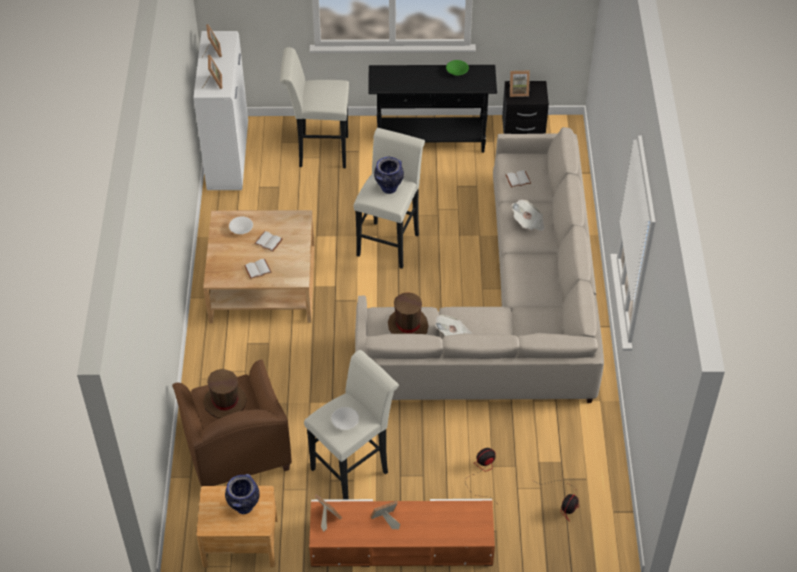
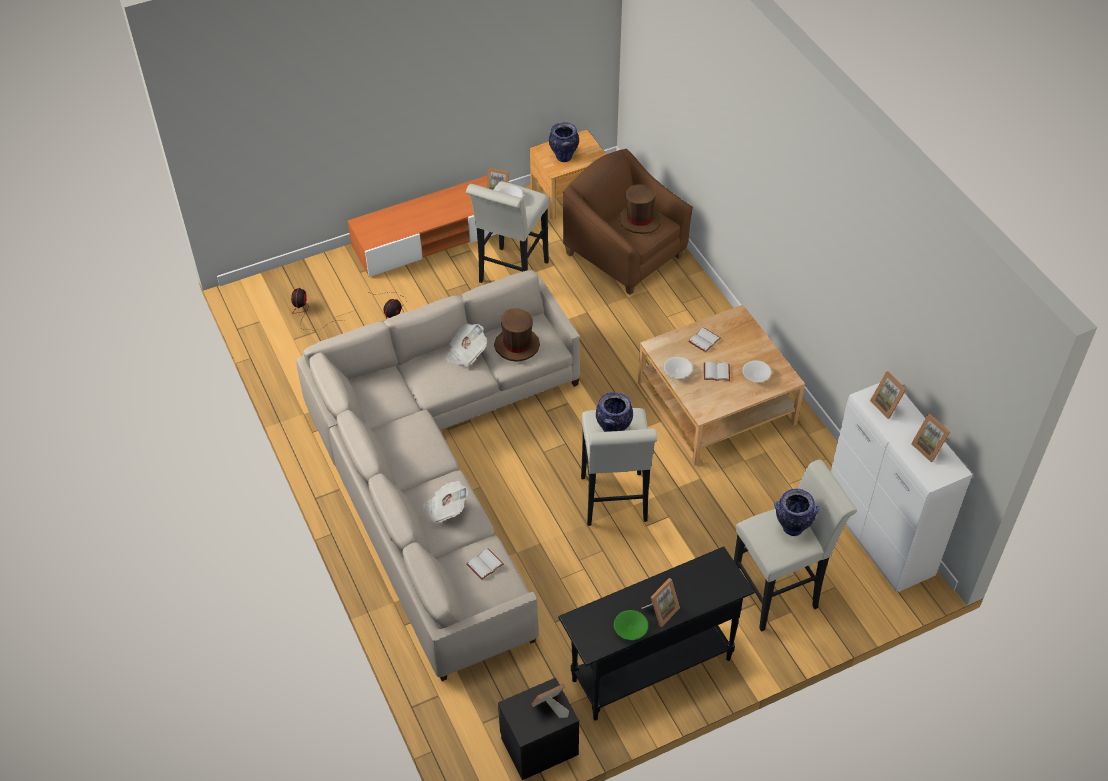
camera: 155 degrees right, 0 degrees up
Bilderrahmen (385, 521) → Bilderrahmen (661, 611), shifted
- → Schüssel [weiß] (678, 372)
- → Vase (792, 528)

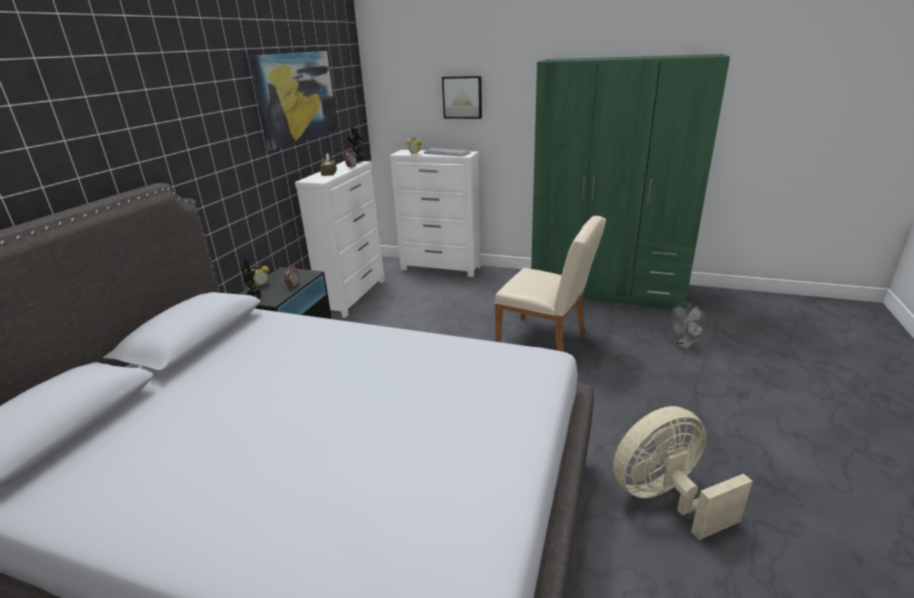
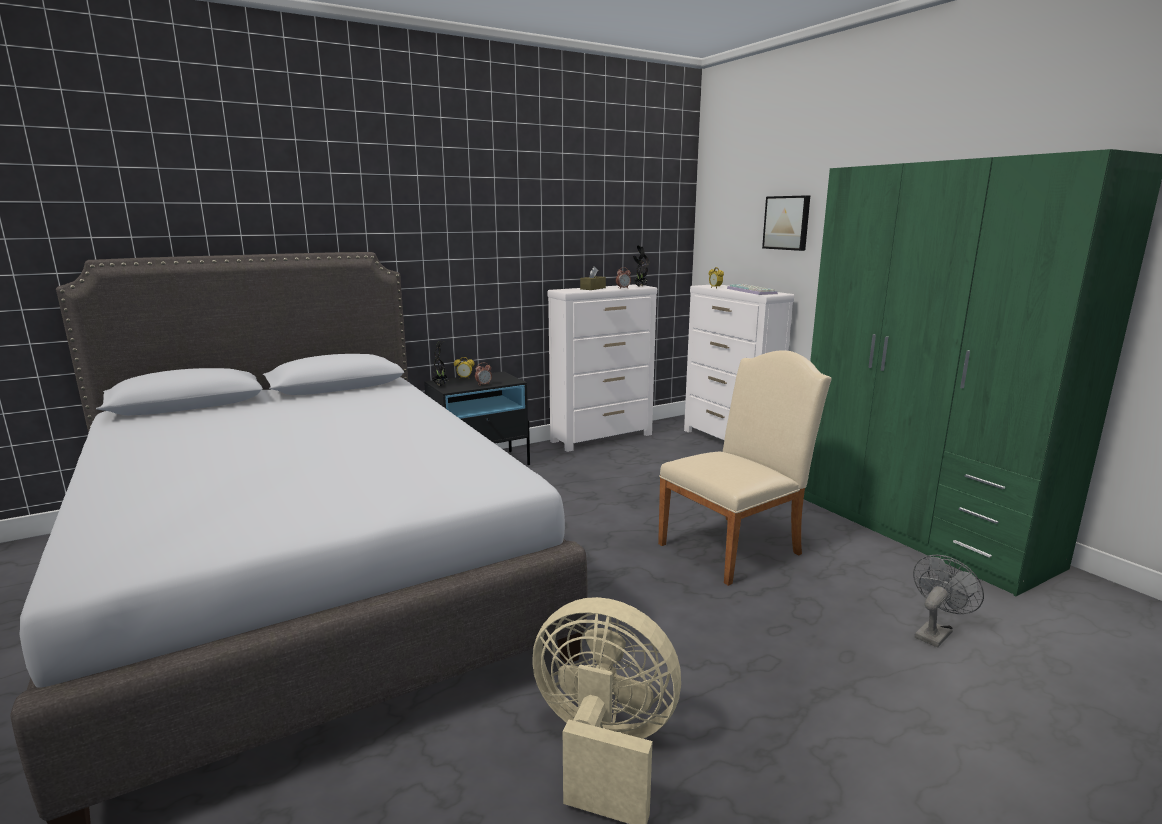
camera: 40 degrees right, 10 degrees down
Stuhl [beige] (547, 340) → Stuhl [beige] (736, 546), 105 degrees counterclockwise
Ventilator [grau] (685, 345) → Ventilator [grau] (935, 632), 135 degrees clockwise
Bild (296, 97) → -

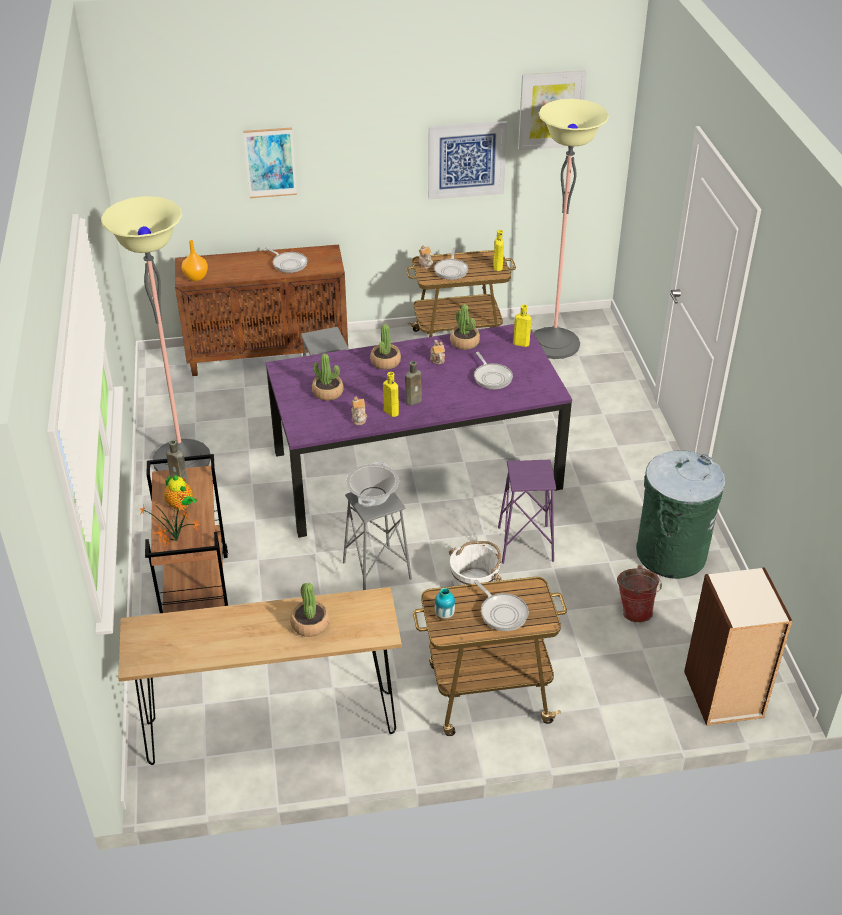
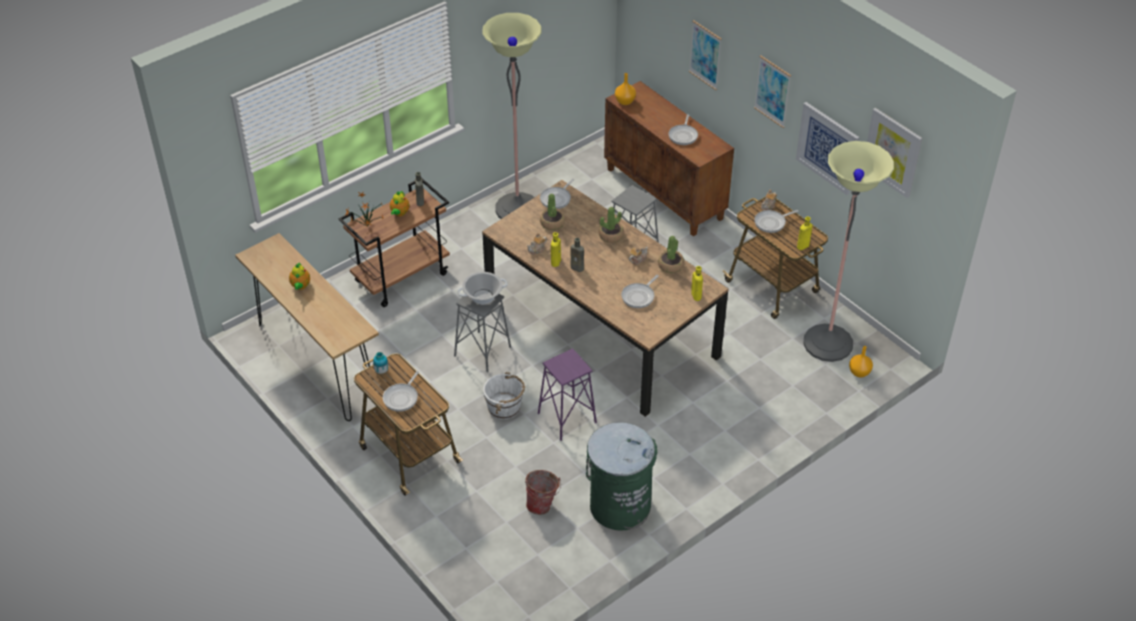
camera: 60 degrees right, 5 degrees up
- → Teekanne (300, 286)
Esstisch [lila] (417, 469) → Esstisch [braun] (602, 328)
- → Pfanne (556, 199)
- → Bild (772, 91)
- → Vase [orange] (859, 373)
Topfpflanze (310, 624) → -
Bücherregal (723, 695) → -

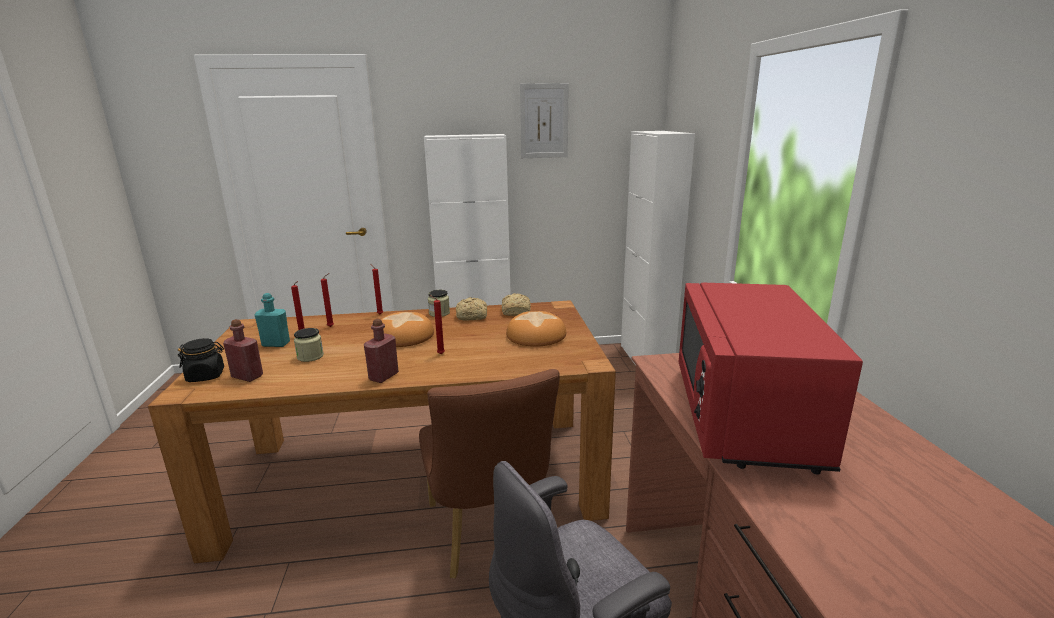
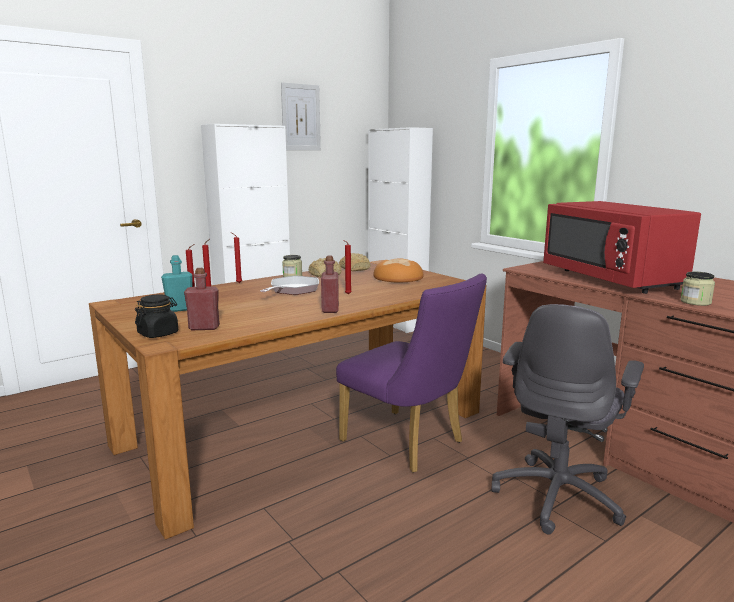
camera: 30 degrees left, 5 degrees down
Brot (403, 336) → Pfanne (292, 290)
Stuhl [braun] (488, 535) → Stuhl [lila] (409, 444)
Vorratsglas (310, 356) → Vorratsglas (695, 302), shifted

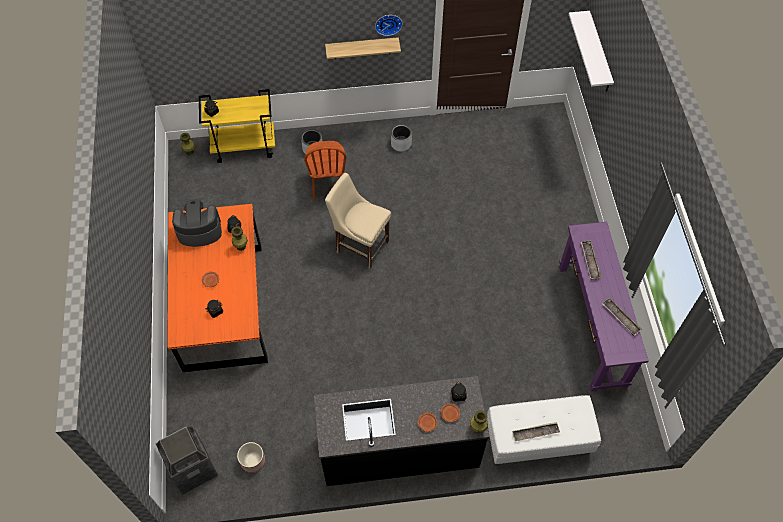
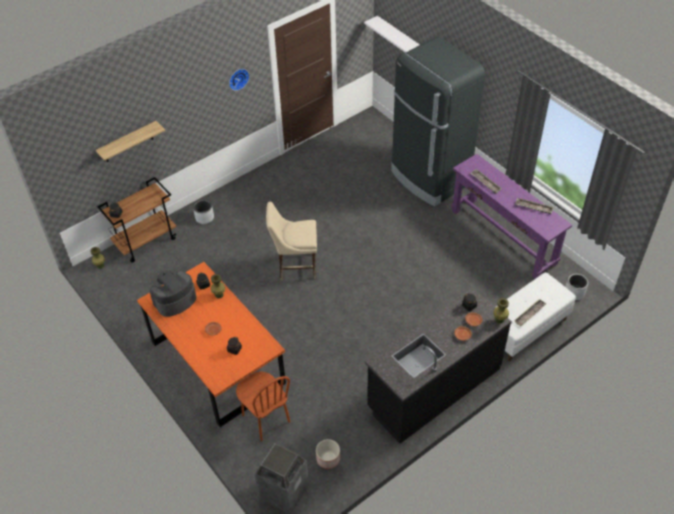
camera: 30 degrees left, 10 degrees down
Wandregal (362, 48) → Wandregal (128, 142), shifted
Rollwagen [gelb] (244, 147) → Rollwagen [braun] (146, 241)
Stuhl [braun] (328, 186) → Stuhl [braun] (265, 419), shifted
- → Kühlschrank [schwarz] (429, 179)
Pflanzkübel [grau] (401, 143) → Pflanzkübel [grau] (574, 292), shifted

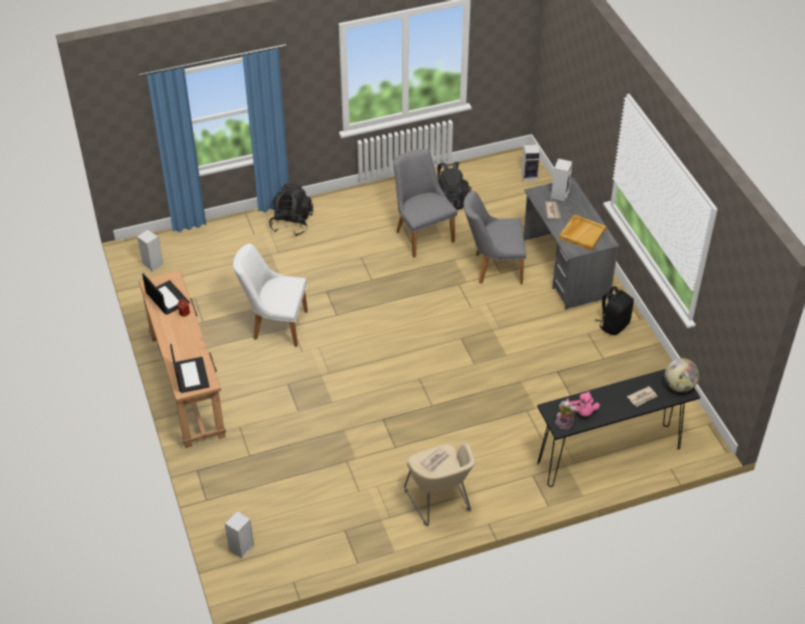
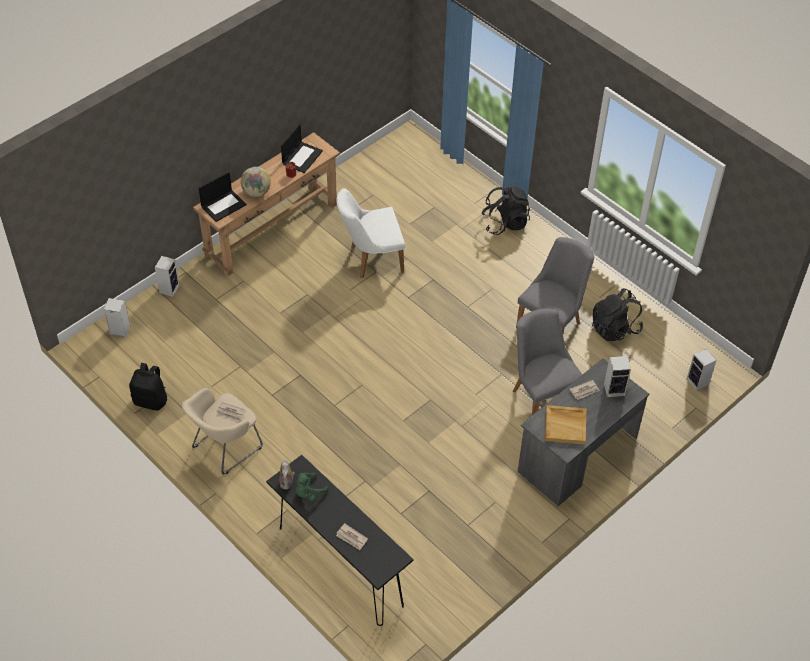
camera: 65 degrees right, 5 degrees up
Rucksack [schwarz] (613, 325) → Rucksack [schwarz] (151, 400), shifted
Lautsprecher (151, 264) → Lautsprecher (169, 288), shifted
Globus (679, 386) → Globus (256, 192), shifted
Plüschtier [rosa] (582, 411) → Plüschtier [grün] (309, 492)
Stuhl [weiß] (274, 325) → Stuhl [weiß] (371, 259), 90 degrees counterclockwise

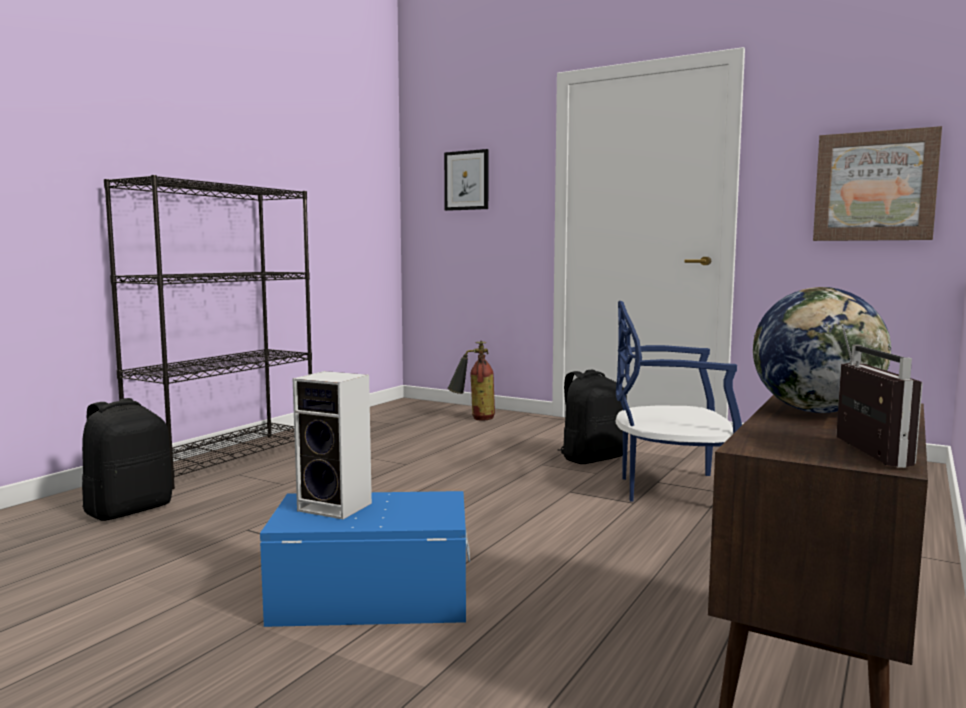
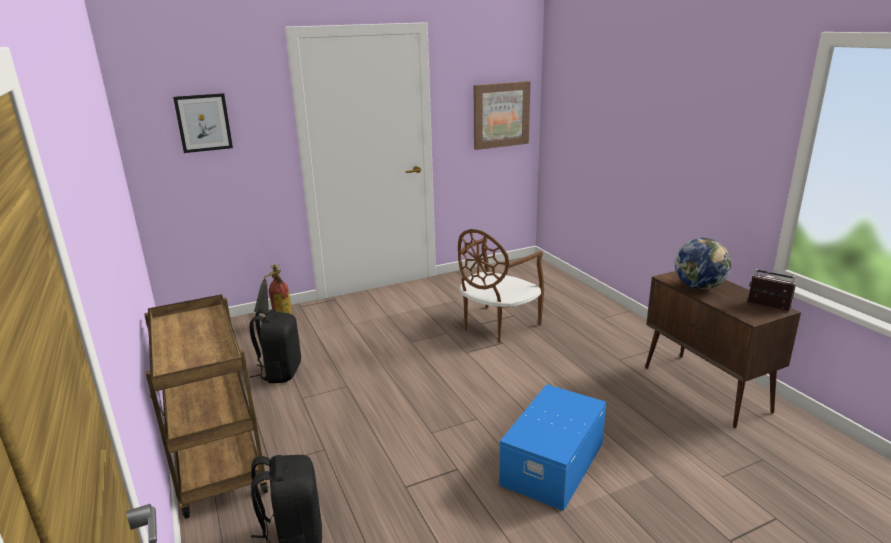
camera: 55 degrees left, 15 degrees up
Bücherregal [schwarz] (227, 459) → Rollwagen [braun] (216, 463)
Rucksack [schwarz] (592, 458) → Rucksack [schwarz] (280, 372), shifted
Stuhl [blau] (671, 490) → Stuhl [braun] (497, 326)
Lautsprecher (338, 507) → -

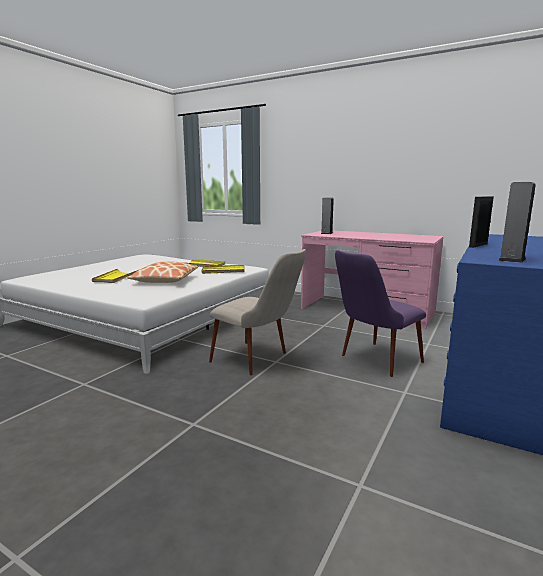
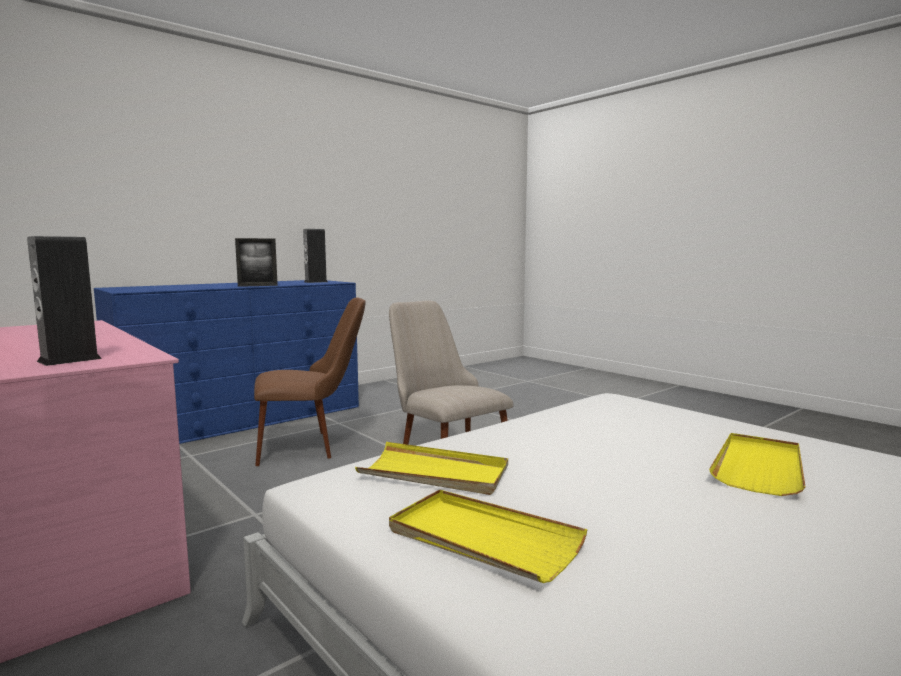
camera: 160 degrees left, 5 degrees down
Stuhl [lila] (373, 362) → Stuhl [braun] (310, 446)
Kissen (165, 280) → -

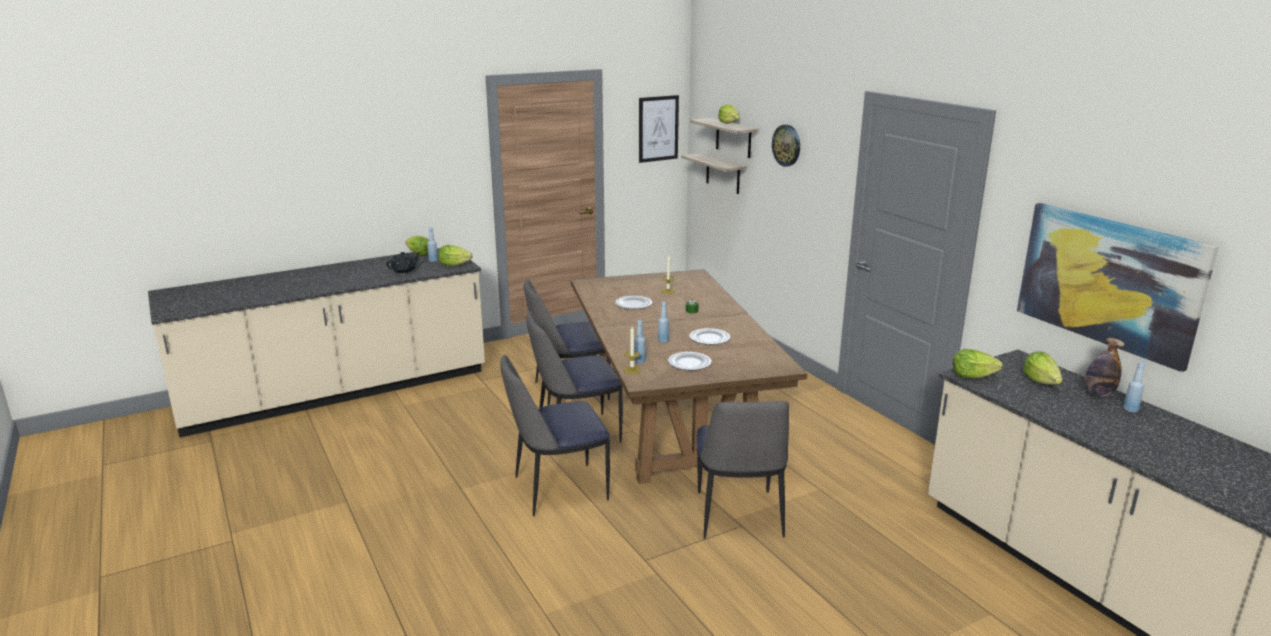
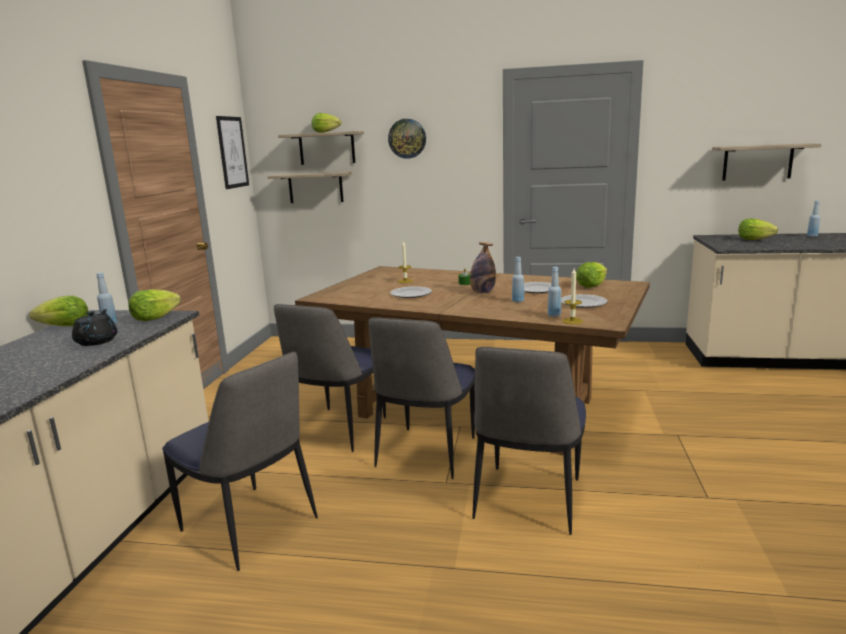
camera: 50 degrees left, 5 degrees down
Stuhl (738, 516) → Stuhl (251, 527), shifted
Flasche (1098, 394) → Flasche (482, 292), shifted
Salatkopf (972, 376) → Salatkopf (591, 286), shifted
Bild (1109, 281) → Wandregal (757, 162)

